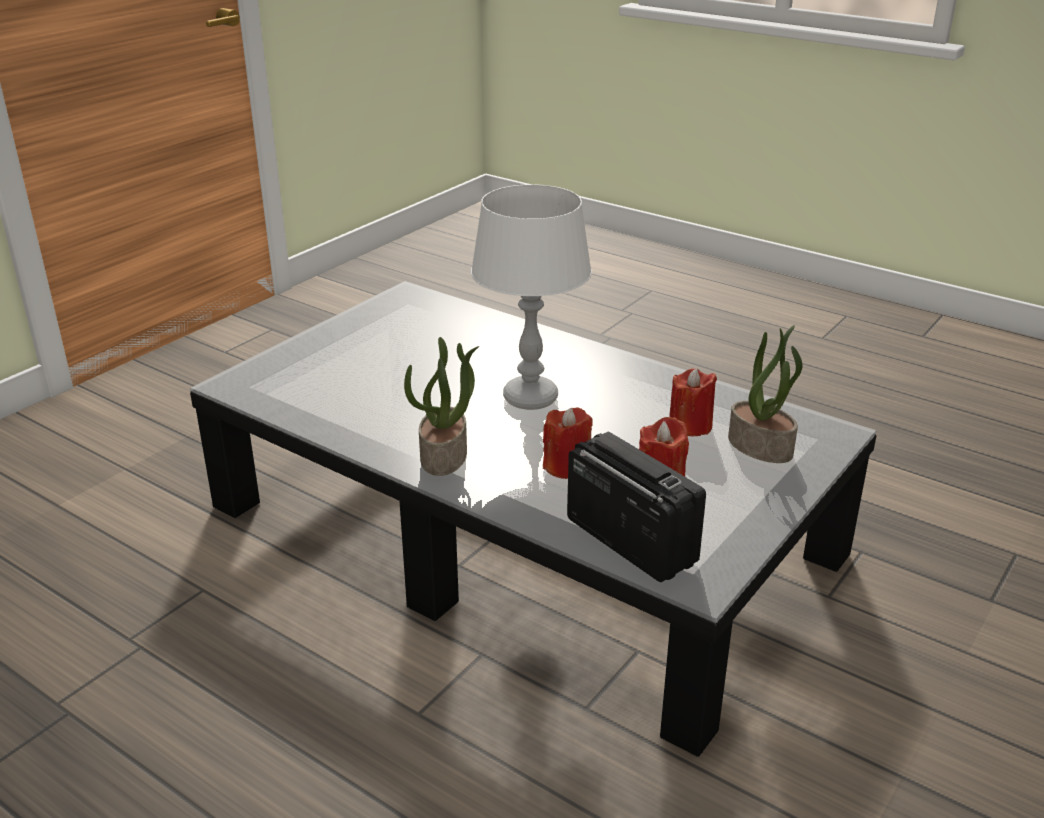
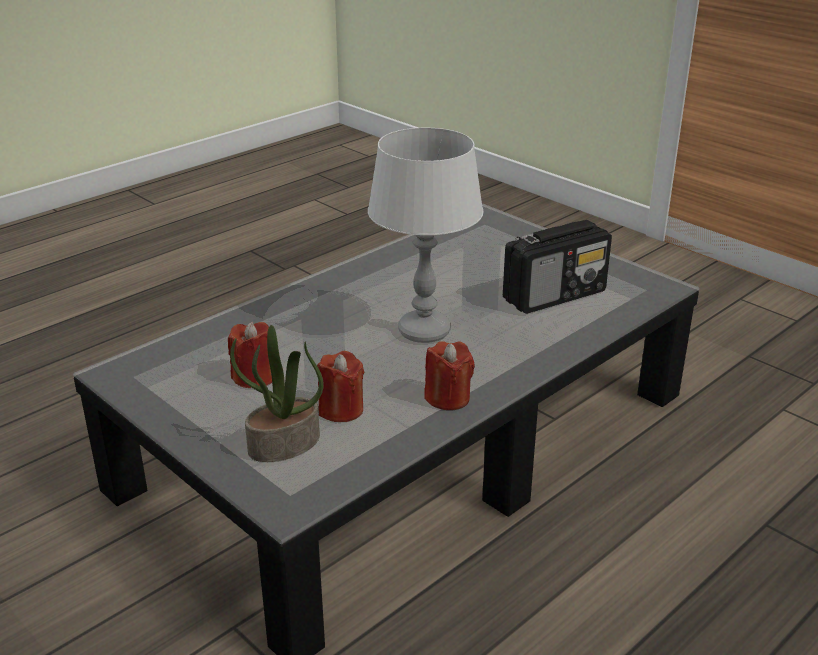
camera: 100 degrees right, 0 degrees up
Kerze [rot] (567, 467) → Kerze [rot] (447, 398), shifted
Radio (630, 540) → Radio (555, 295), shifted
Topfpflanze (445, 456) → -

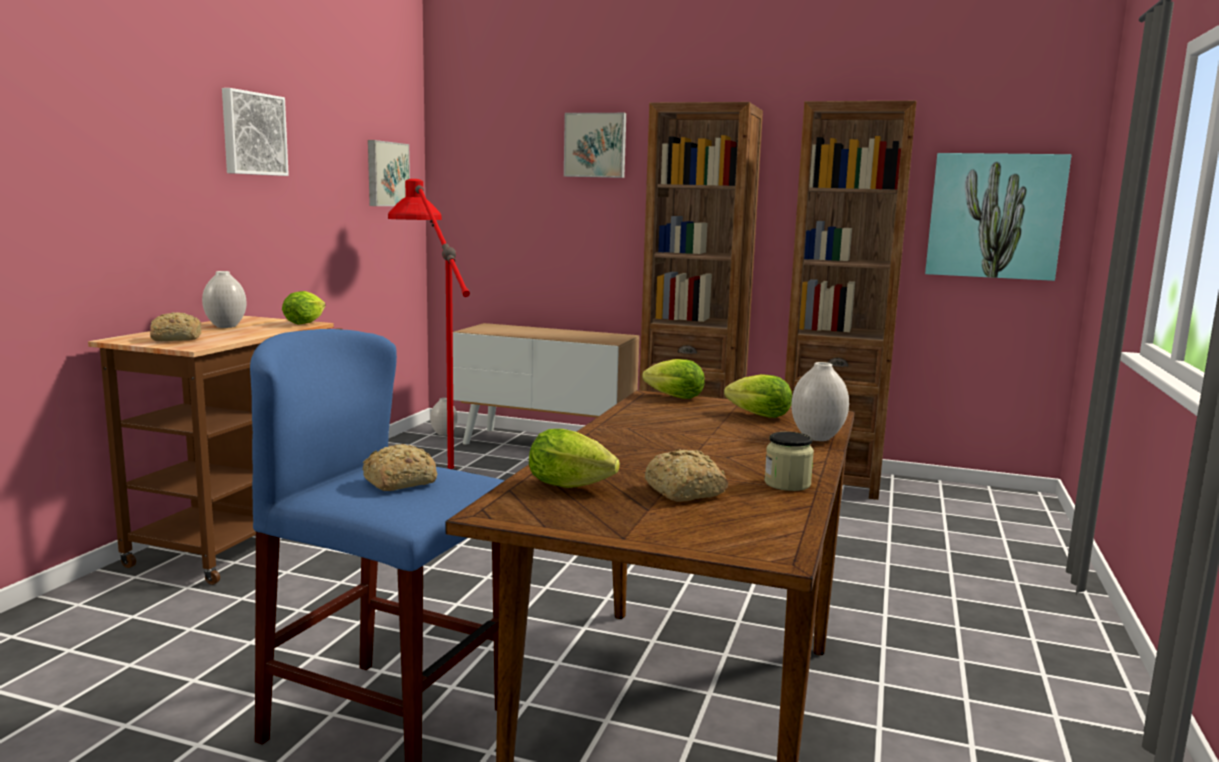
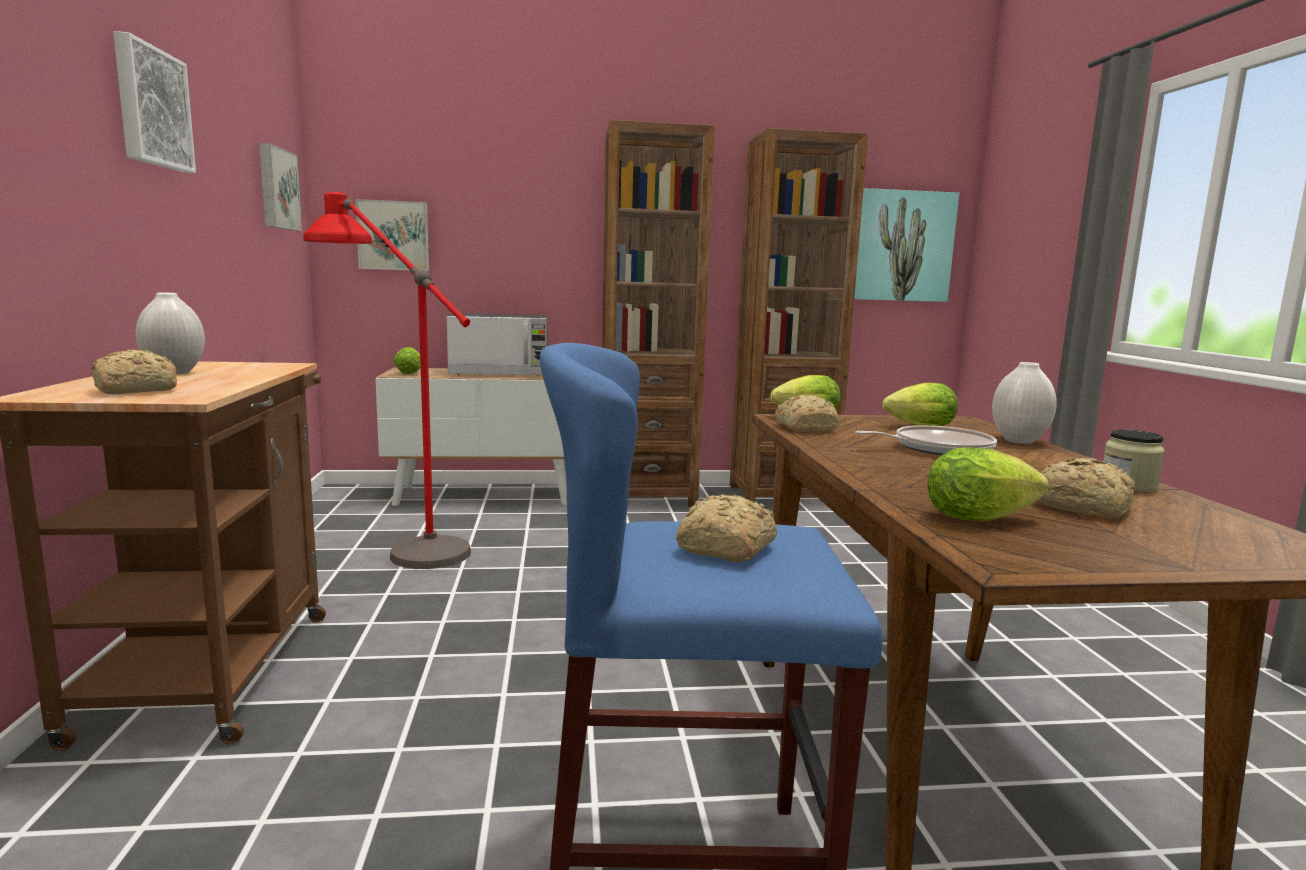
camera: 25 degrees left, 0 degrees up
Bild (595, 145) → Bild (393, 235), shifted
Salatkopf (306, 323) → Salatkopf (409, 373), shifted
- → Mikrowelle (500, 373)
- → Brot (806, 427)
- → Pfanne (937, 449)
Vase [weiß] (444, 434) → -

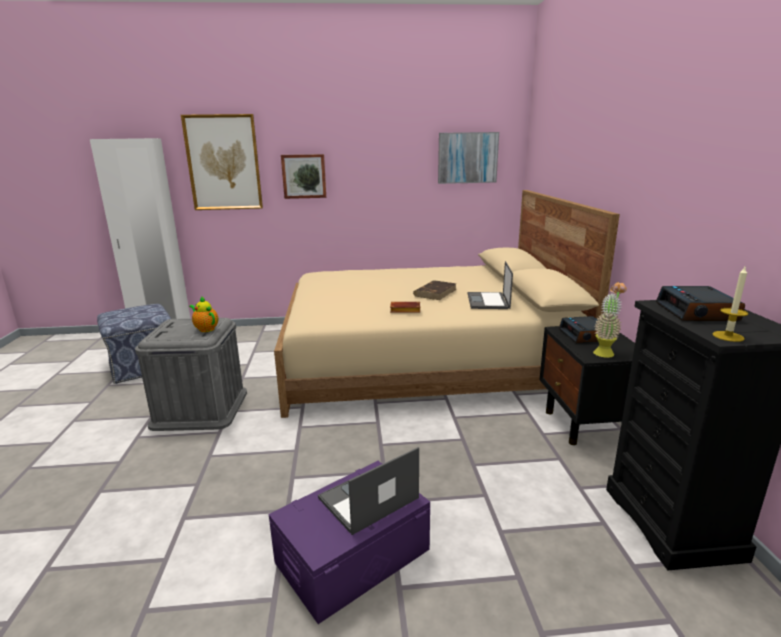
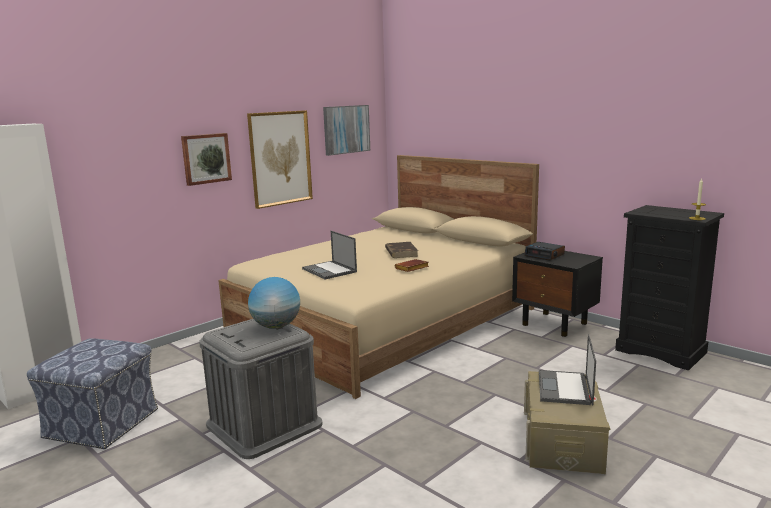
camera: 40 degrees left, 5 degrees down
Bild (223, 163) → Bild (280, 158), shifted
Teekanne (205, 329) → Globus (276, 326)
Laptop (488, 301) → Laptop (330, 270), shifted
Aufbewahrungsbox [lila] (352, 556) → Aufbewahrungsbox [beige] (562, 439)
Topfpflanze (605, 352) → -
Wecker (697, 312) → -

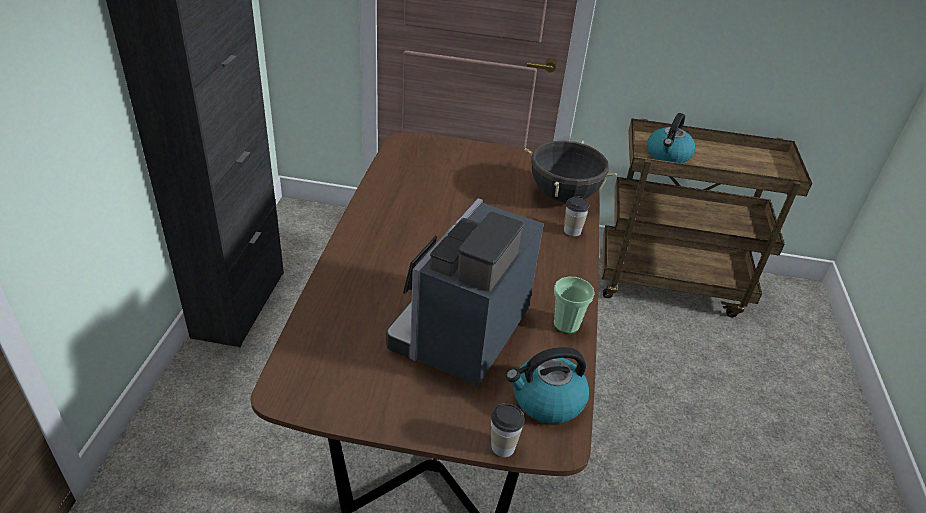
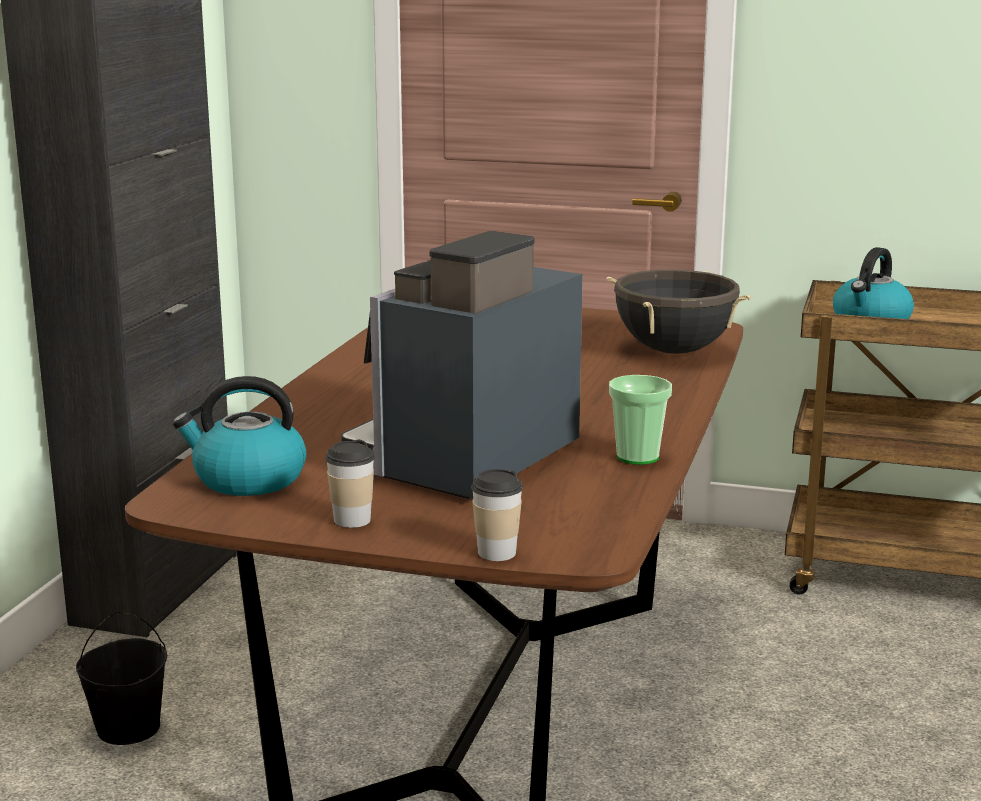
camera: 10 degrees right, 20 degrees down
- → Eimer [schwarz] (128, 728)
Wasserkessel (546, 400) → Wasserkessel (248, 480), shifted
Tasse (572, 231) → Tasse (352, 520), shifted

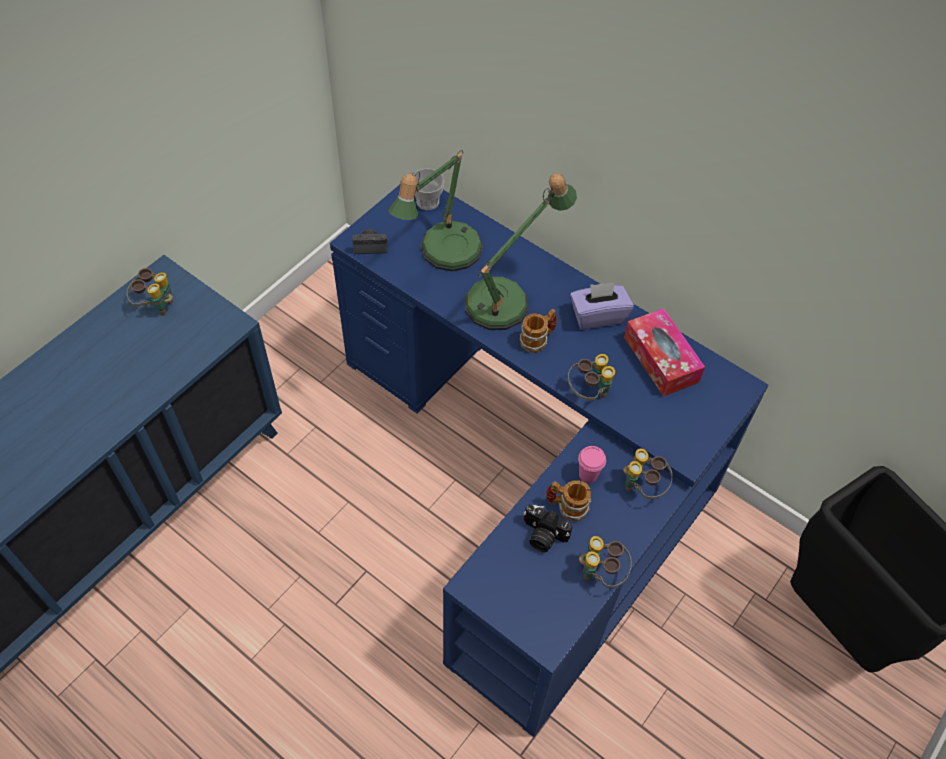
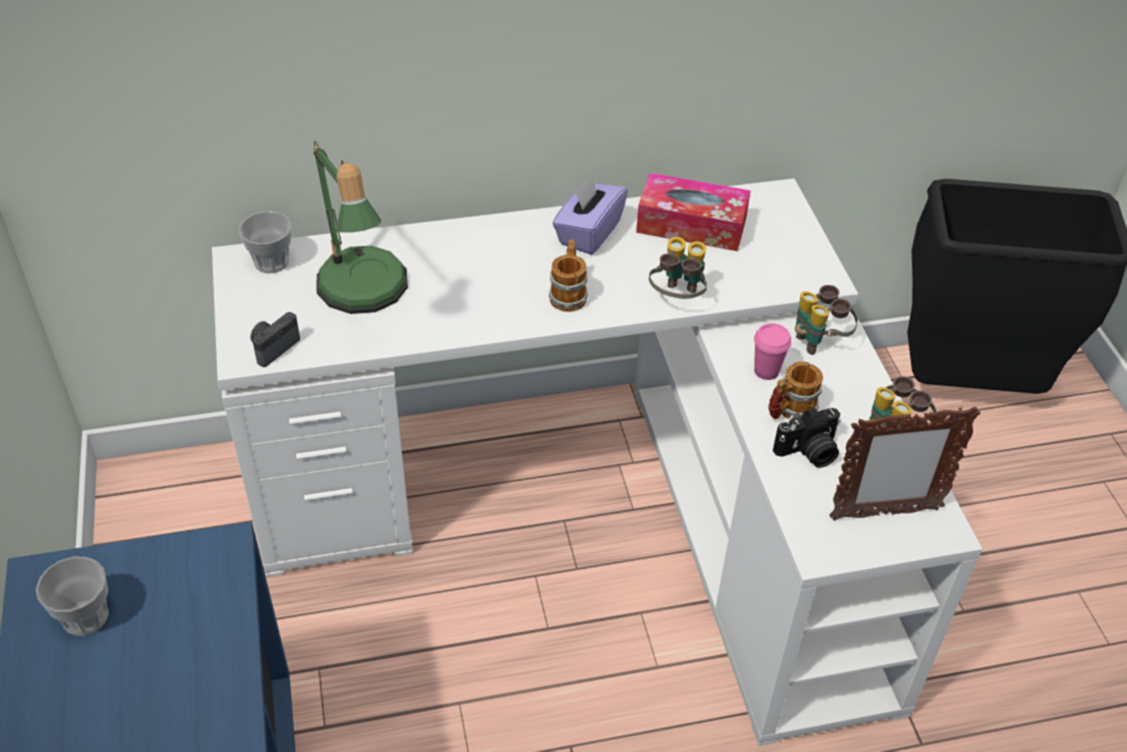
camera: 50 degrees left, 10 degrees down
Fernglas (156, 305) → Tasse (85, 617)
Schreibtisch [blau] (531, 479) → Schreibtisch [weiß] (602, 507)
- → Bilderrahmen (884, 513)
Tischlampe (506, 299) → -

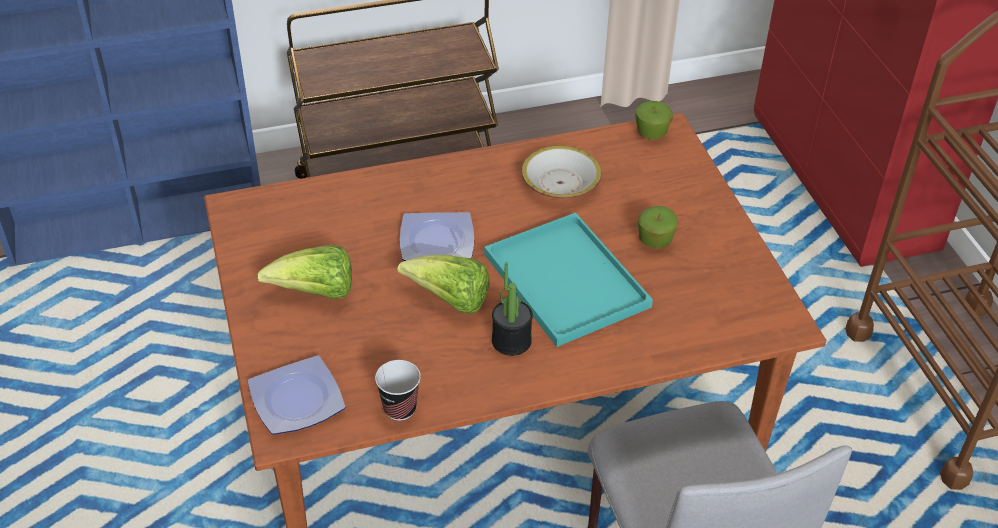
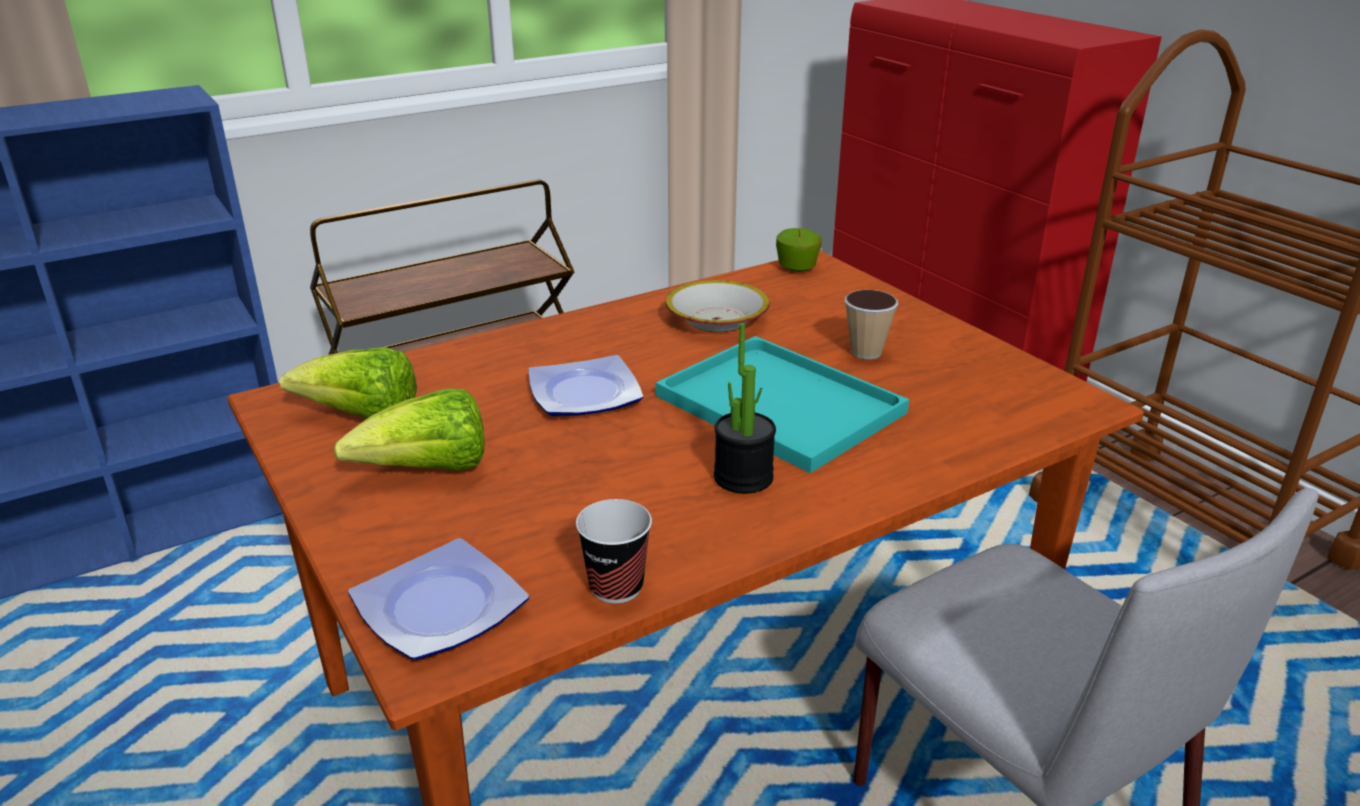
camera: 15 degrees left, 15 degrees down
Salatkopf (449, 300) → Salatkopf (363, 419), shifted
Apfel (655, 240) → Tasse (866, 352)

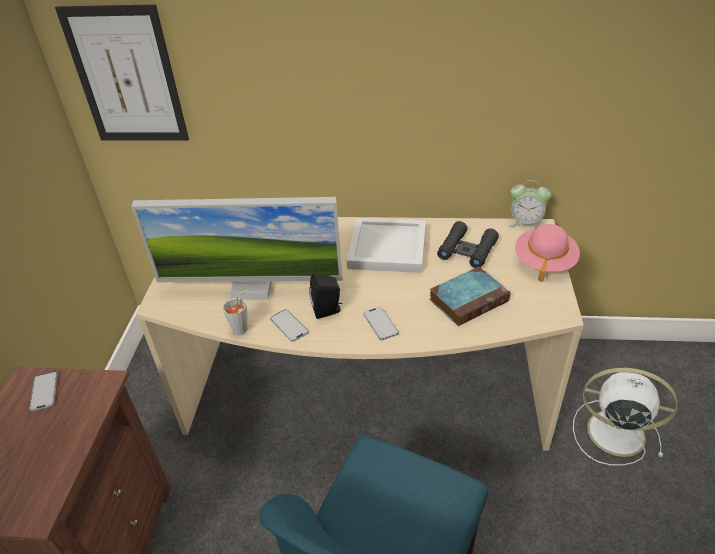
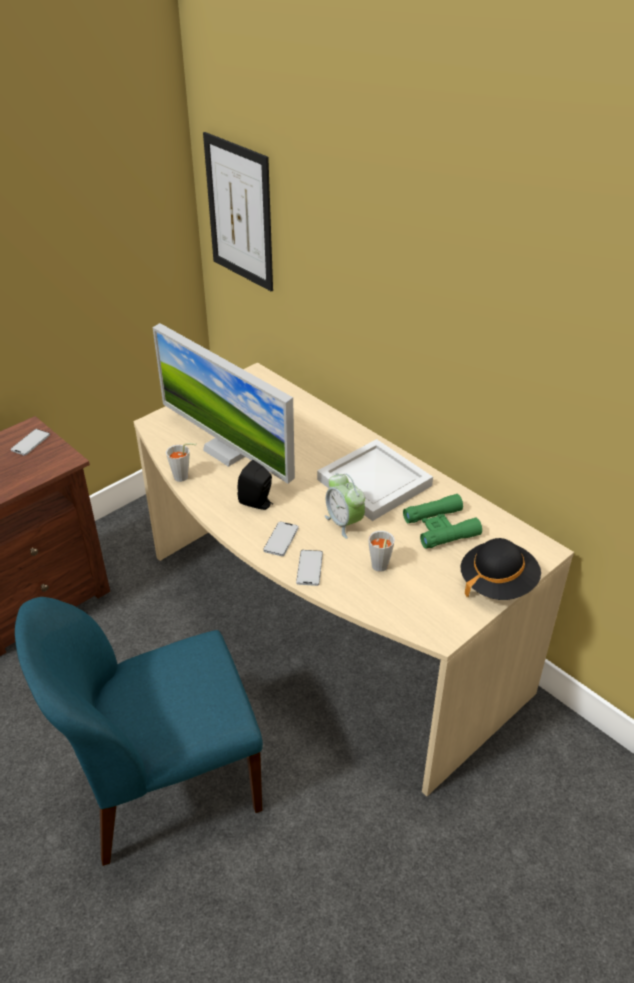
camera: 40 degrees right, 0 degrees up
Handy (289, 326) → Handy (309, 568), shifted
Wecker (525, 223) → Wecker (344, 523), shifted
Buch (469, 299) → Tasse [grau] (379, 568)
Fernglas [schwarz] (467, 250) → Fernglas [grün] (441, 527)
Hut [rosa] (544, 262) → Hut [schwarz] (497, 583)
Ventilator [weiß] (613, 432) → -

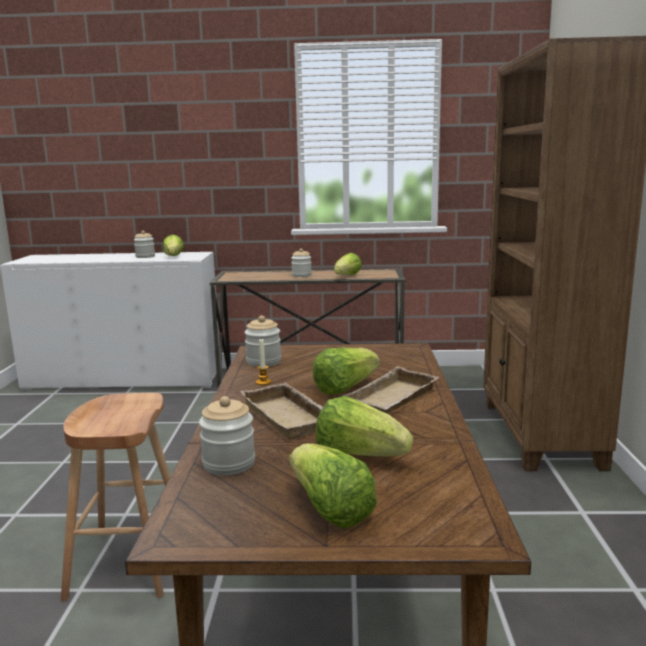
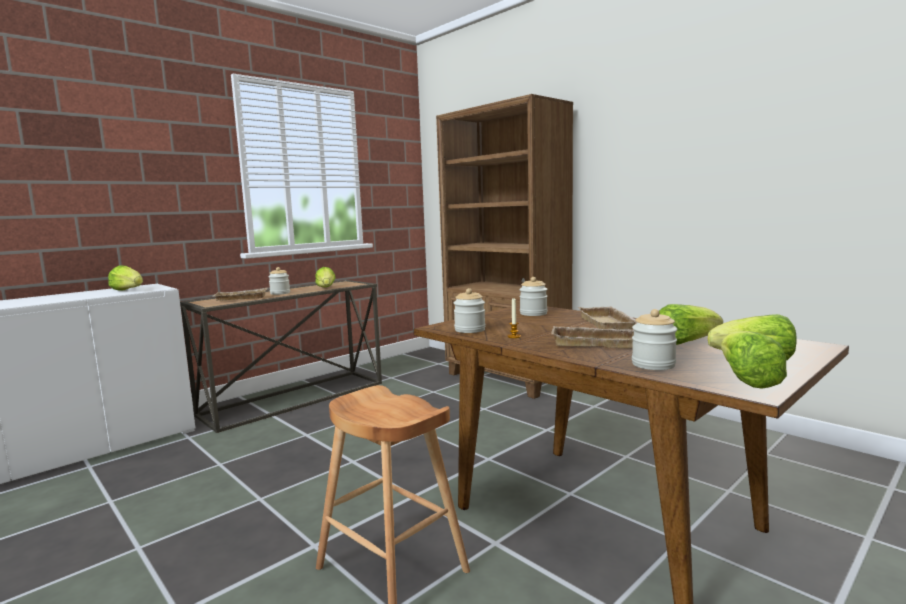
camera: 45 degrees left, 5 degrees down
- → Tablett [beige] (240, 298)
Vorratsglas (145, 256) → Vorratsglas (533, 313), shifted
Salatkopf (344, 388) → Salatkopf (746, 379), shifted

